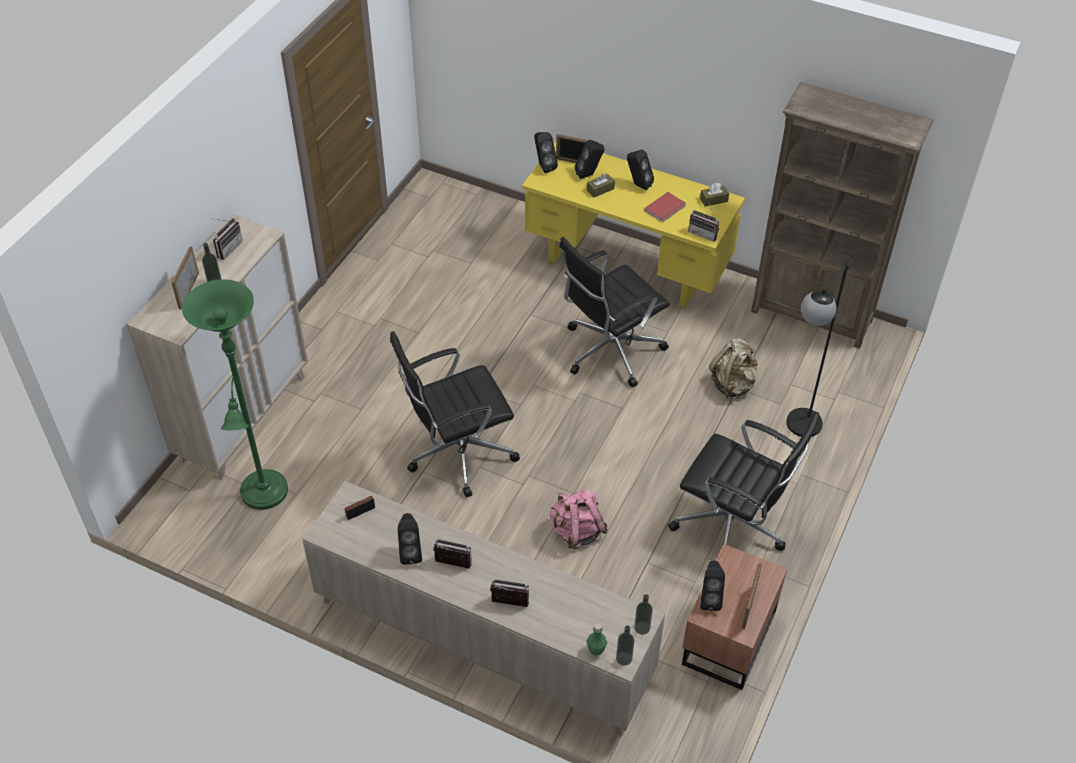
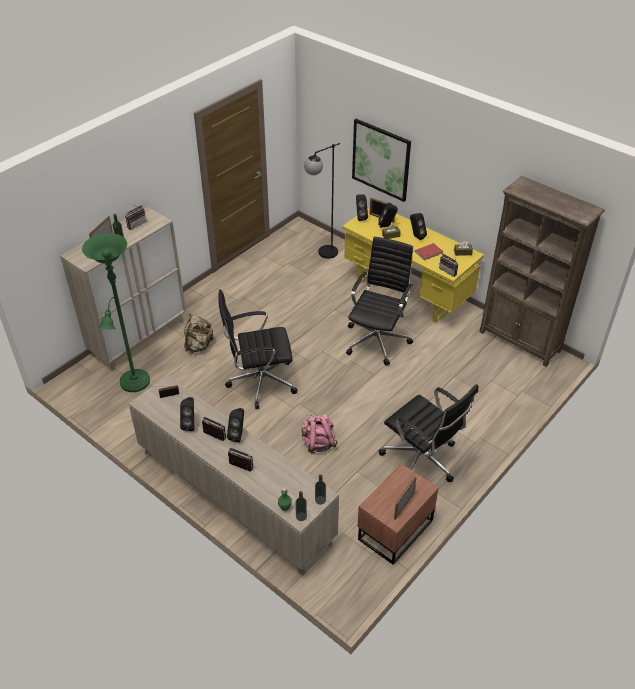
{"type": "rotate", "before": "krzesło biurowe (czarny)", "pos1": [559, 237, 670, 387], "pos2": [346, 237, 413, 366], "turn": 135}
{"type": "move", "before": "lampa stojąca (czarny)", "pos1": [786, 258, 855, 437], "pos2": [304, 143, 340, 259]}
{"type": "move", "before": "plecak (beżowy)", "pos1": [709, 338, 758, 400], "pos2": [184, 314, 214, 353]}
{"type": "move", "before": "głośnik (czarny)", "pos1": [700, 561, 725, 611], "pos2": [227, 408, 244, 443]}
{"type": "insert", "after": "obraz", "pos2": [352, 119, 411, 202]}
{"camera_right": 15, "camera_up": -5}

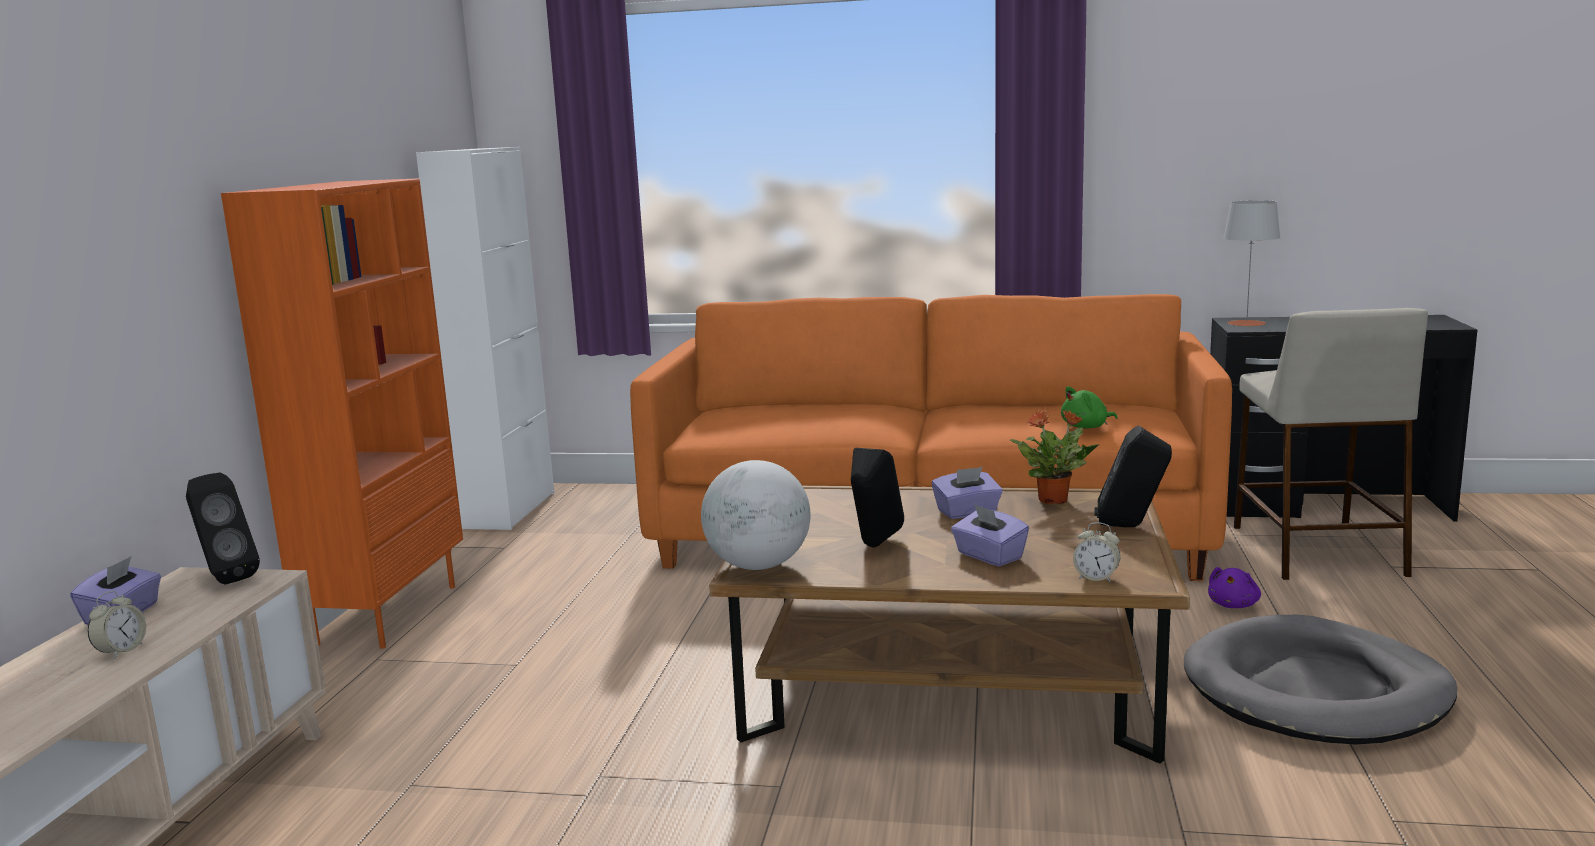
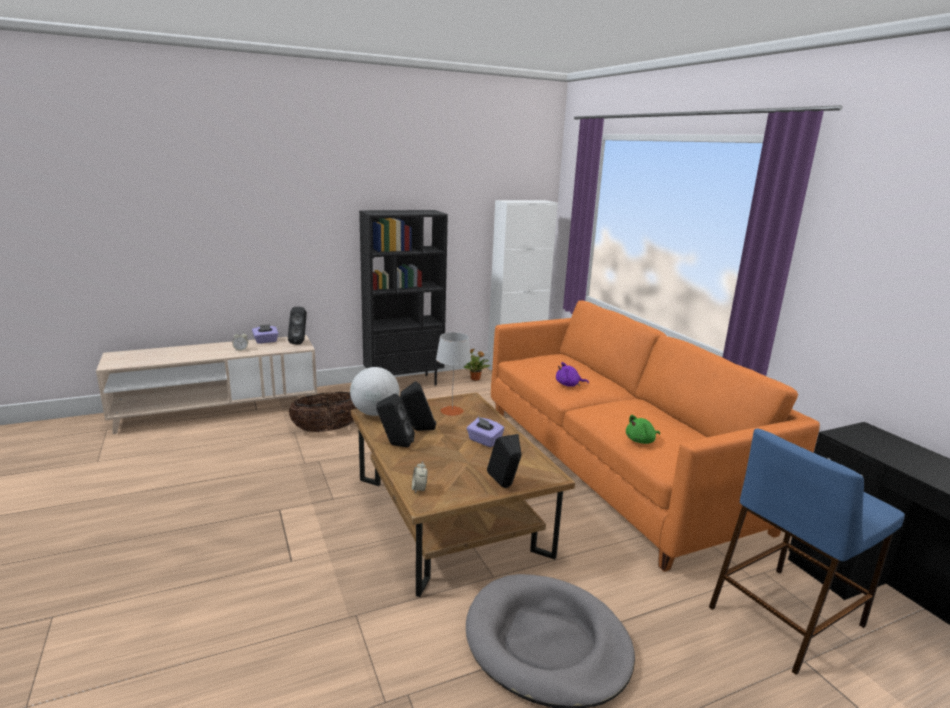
{"type": "recolor", "before": "regał (pomarańczowy)", "after": "regał (czarny)", "pos1": [221, 178, 463, 649], "pos2": [359, 210, 448, 386]}
{"type": "move", "before": "lampa stołowa (szary)", "pos1": [1223, 200, 1280, 326], "pos2": [436, 332, 471, 416]}
{"type": "recolor", "before": "stołek (beżowy)", "after": "stołek (niebieski)", "pos1": [1234, 308, 1428, 580], "pos2": [709, 429, 905, 675]}
{"type": "rotate", "before": "pluszak (zielony)", "pos1": [1061, 386, 1118, 428], "pos2": [626, 415, 660, 444], "turn": -60}
{"type": "move", "before": "roślina doniczkowa", "pos1": [1009, 410, 1100, 504], "pos2": [464, 348, 490, 381]}
{"type": "delete", "before": "pudełko chusteczek (fioletowy)", "pos1": [951, 504, 1029, 567]}
{"type": "move", "before": "pluszak (fioletowy)", "pos1": [1208, 567, 1261, 608], "pos2": [556, 362, 589, 387]}
{"type": "insert", "after": "koszyk", "pos2": [288, 392, 357, 432]}
{"type": "insert", "after": "głośnik (czarny)", "pos2": [376, 394, 415, 448]}
{"camera_right": 55, "camera_up": 5}

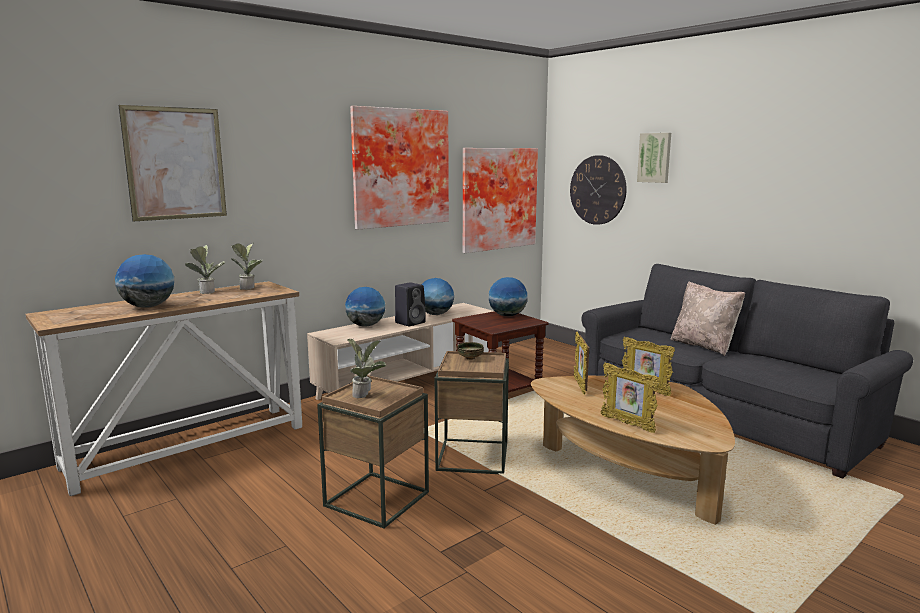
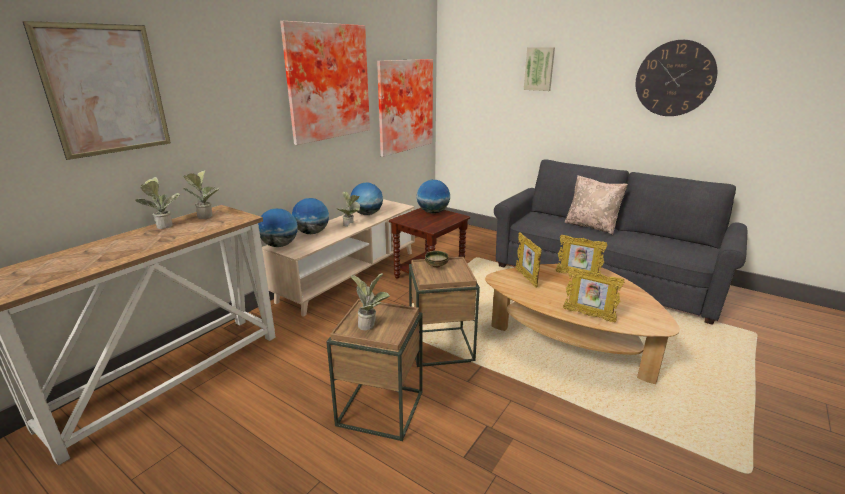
{"type": "move", "before": "zegar ścienny", "pos1": [570, 155, 627, 225], "pos2": [636, 40, 717, 116]}
{"type": "move", "before": "globus", "pos1": [115, 254, 174, 308], "pos2": [258, 208, 298, 247]}
{"type": "replace", "before": "głośnik (czarny)", "after": "roślina doniczkowa", "pos1": [395, 282, 426, 326], "pos2": [337, 191, 360, 227]}
{"camera_right": -15, "camera_up": 10}

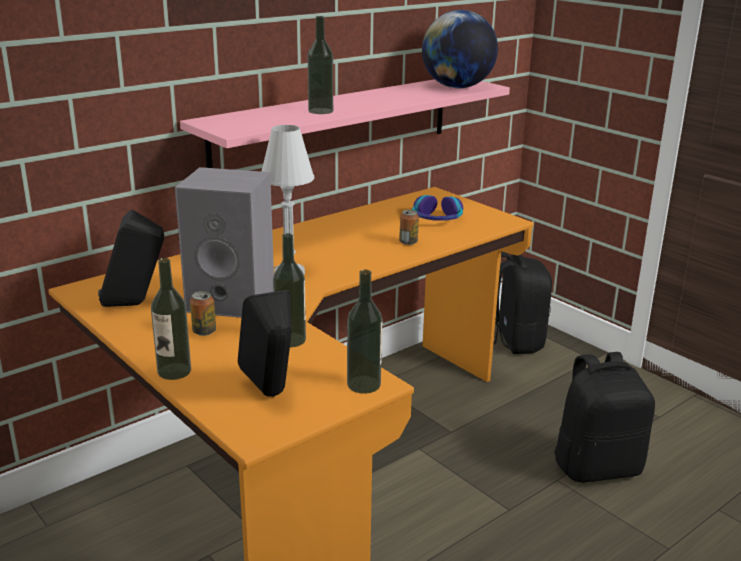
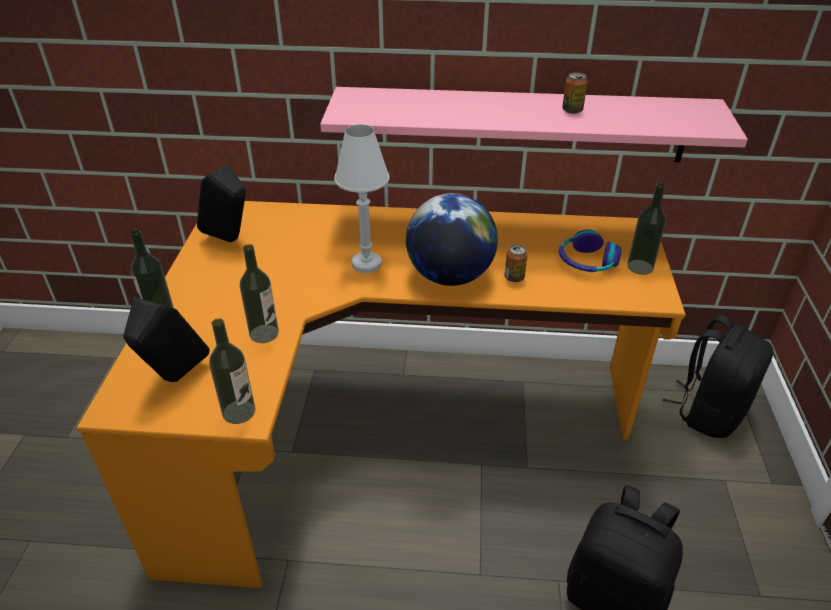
{"type": "move", "before": "globus", "pos1": [422, 10, 498, 88], "pos2": [406, 193, 498, 286]}
{"type": "move", "before": "butelka", "pos1": [308, 16, 333, 114], "pos2": [627, 182, 666, 275]}
{"type": "delete", "before": "głośnik (szary)", "pos1": [175, 167, 274, 318]}
{"type": "move", "before": "puszka", "pos1": [190, 291, 216, 336], "pos2": [562, 72, 587, 114]}
{"camera_right": 45, "camera_up": 15}

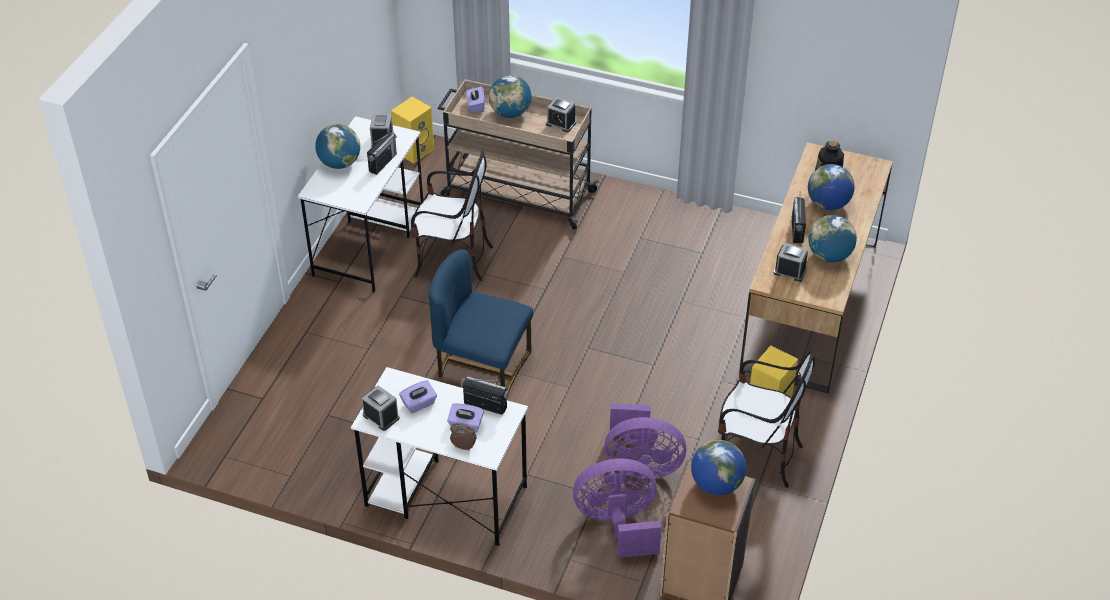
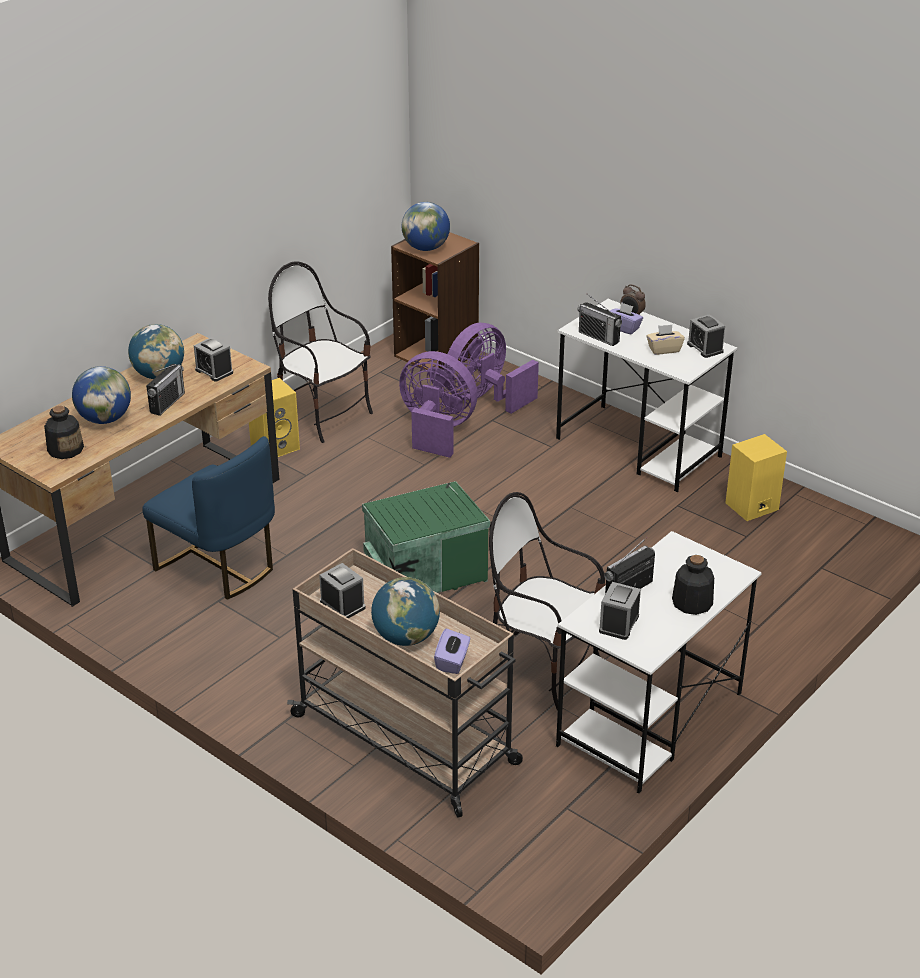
{"type": "move", "before": "głośnik (żółty)", "pos1": [391, 97, 434, 164], "pos2": [725, 434, 787, 521]}
{"type": "replace", "before": "globus", "after": "butelka", "pos1": [315, 124, 360, 169], "pos2": [672, 555, 714, 615]}
{"type": "move", "before": "krzesło (niebieski)", "pos1": [429, 249, 533, 391], "pos2": [142, 436, 275, 600]}
{"type": "recolor", "before": "pudełko chusteczek (fioletowy)", "after": "pudełko chusteczek (beżowy)", "pos1": [399, 380, 437, 413], "pos2": [646, 325, 685, 355]}
{"type": "rotate", "before": "wentylator (fioletowy)", "pos1": [573, 458, 662, 558], "pos2": [444, 323, 539, 414], "turn": 120}
{"type": "insert", "after": "pojemnik do przechowywania (zielony)", "pos2": [362, 481, 490, 593]}
{"camera_right": -160, "camera_up": -10}

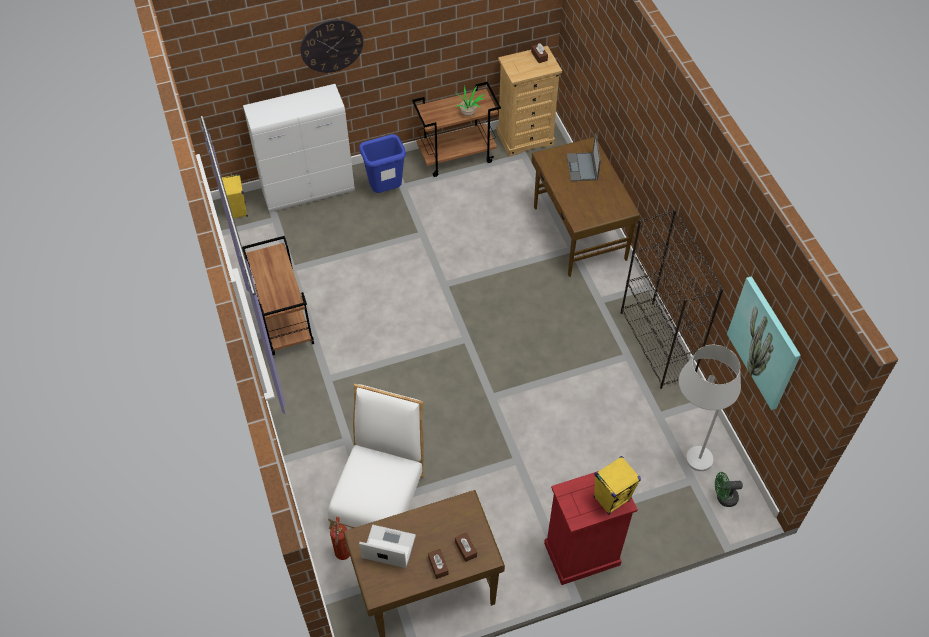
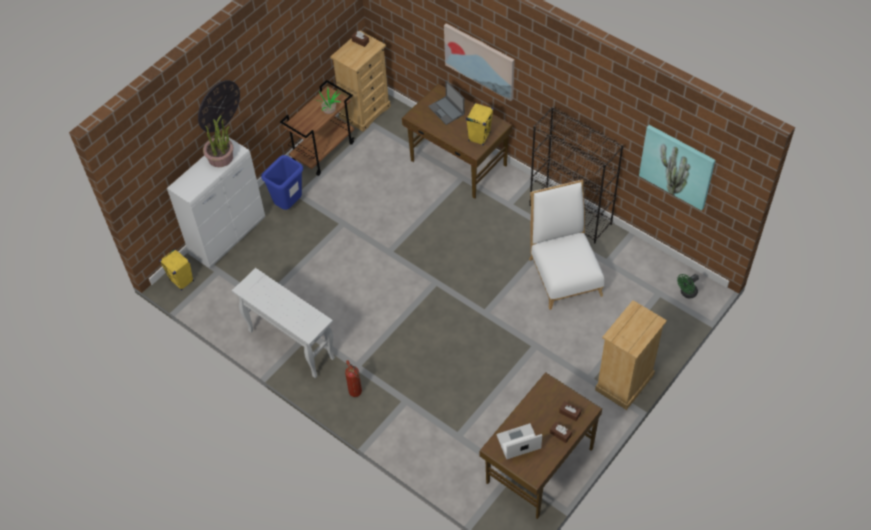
{"type": "replace", "before": "wózek (brązowy)", "after": "stolik konsolowy (biały)", "pos1": [242, 236, 314, 355], "pos2": [232, 268, 335, 378]}
{"type": "delete", "before": "lampa stojąca (biały)", "pos1": [679, 345, 741, 471]}
{"type": "move", "before": "krzesło (biały)", "pos1": [328, 384, 425, 529], "pos2": [529, 180, 604, 310]}
{"type": "move", "before": "głośnik (żółty)", "pos1": [593, 456, 641, 515], "pos2": [466, 103, 493, 145]}
{"type": "recolor", "before": "komoda (czerwony)", "after": "komoda (beżowy)", "pos1": [544, 471, 638, 585], "pos2": [595, 300, 667, 410]}
{"type": "move", "before": "gaśnica", "pos1": [330, 517, 350, 560], "pos2": [345, 360, 362, 397]}
{"type": "insert", "after": "obraz", "pos2": [444, 23, 515, 101]}
{"type": "insert", "after": "roślina doniczkowa", "pos2": [203, 115, 233, 167]}
{"camera_right": -30, "camera_up": 0}

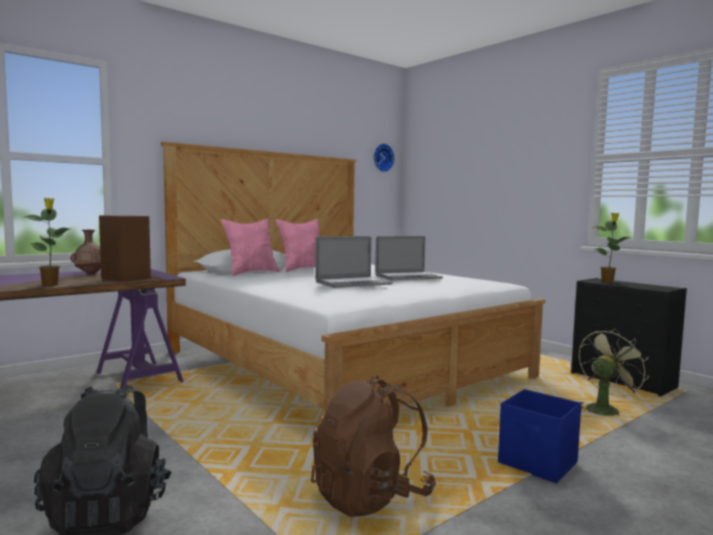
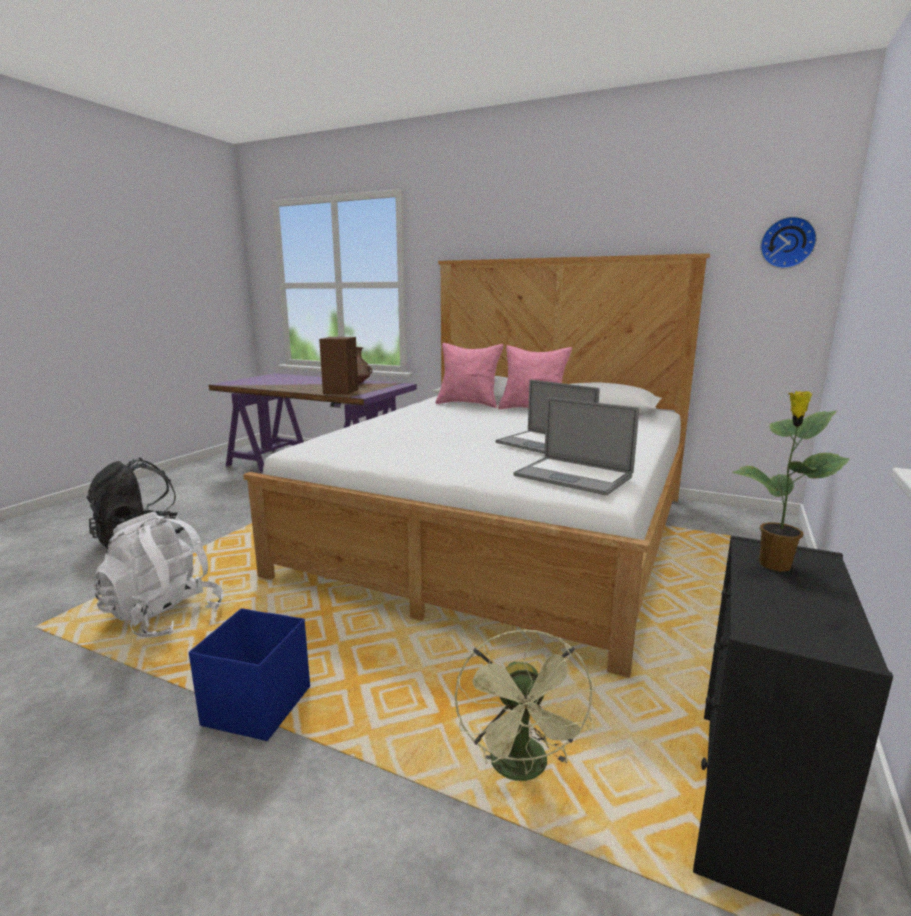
{"type": "delete", "before": "roślina doniczkowa", "pos1": [22, 198, 70, 286]}
{"type": "move", "before": "laptop", "pos1": [315, 236, 392, 288], "pos2": [513, 397, 639, 495]}
{"type": "rotate", "before": "wentylator (zielony)", "pos1": [579, 329, 649, 416], "pos2": [455, 629, 595, 781], "turn": 60}
{"type": "recolor", "before": "plecak (brązowy)", "after": "plecak (biały)", "pos1": [311, 376, 436, 517], "pos2": [94, 512, 224, 637]}
{"camera_right": 65, "camera_up": 10}

